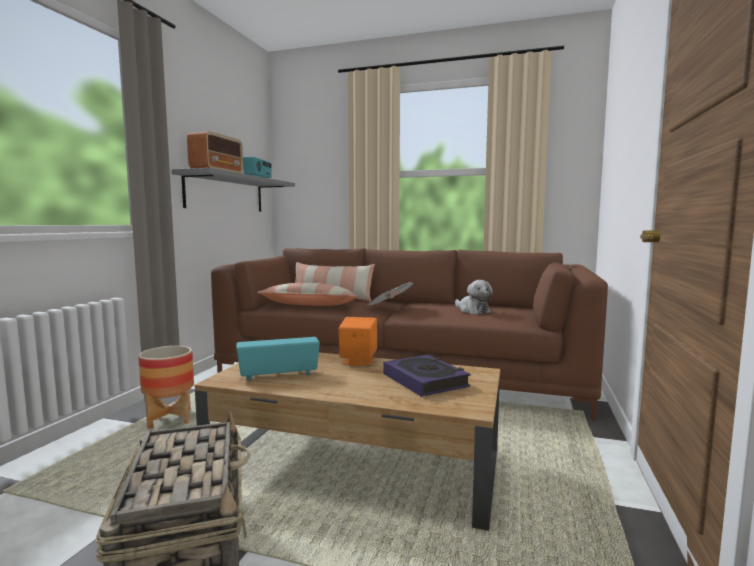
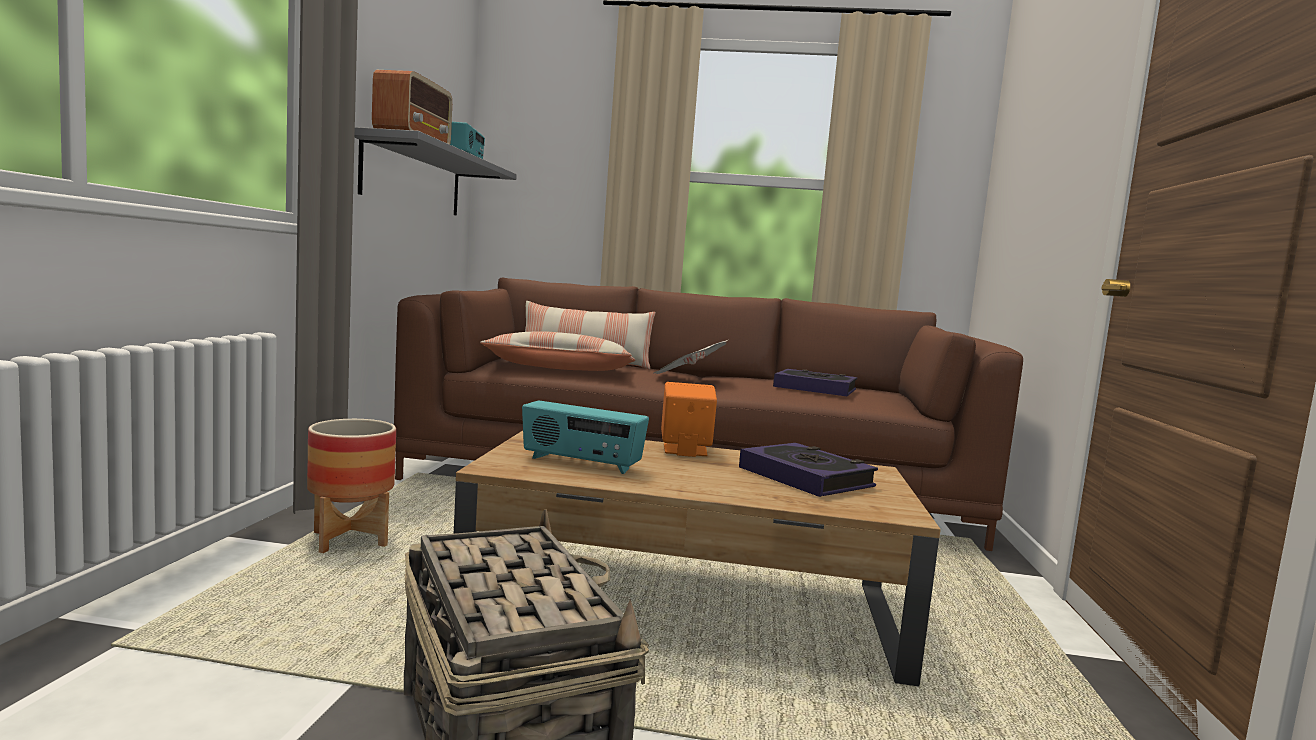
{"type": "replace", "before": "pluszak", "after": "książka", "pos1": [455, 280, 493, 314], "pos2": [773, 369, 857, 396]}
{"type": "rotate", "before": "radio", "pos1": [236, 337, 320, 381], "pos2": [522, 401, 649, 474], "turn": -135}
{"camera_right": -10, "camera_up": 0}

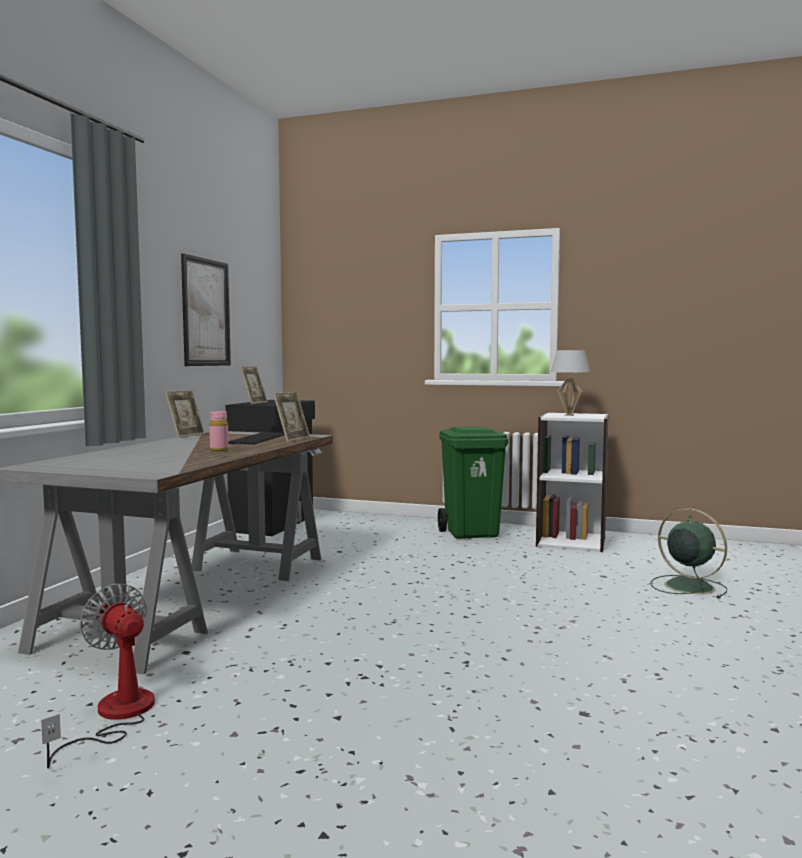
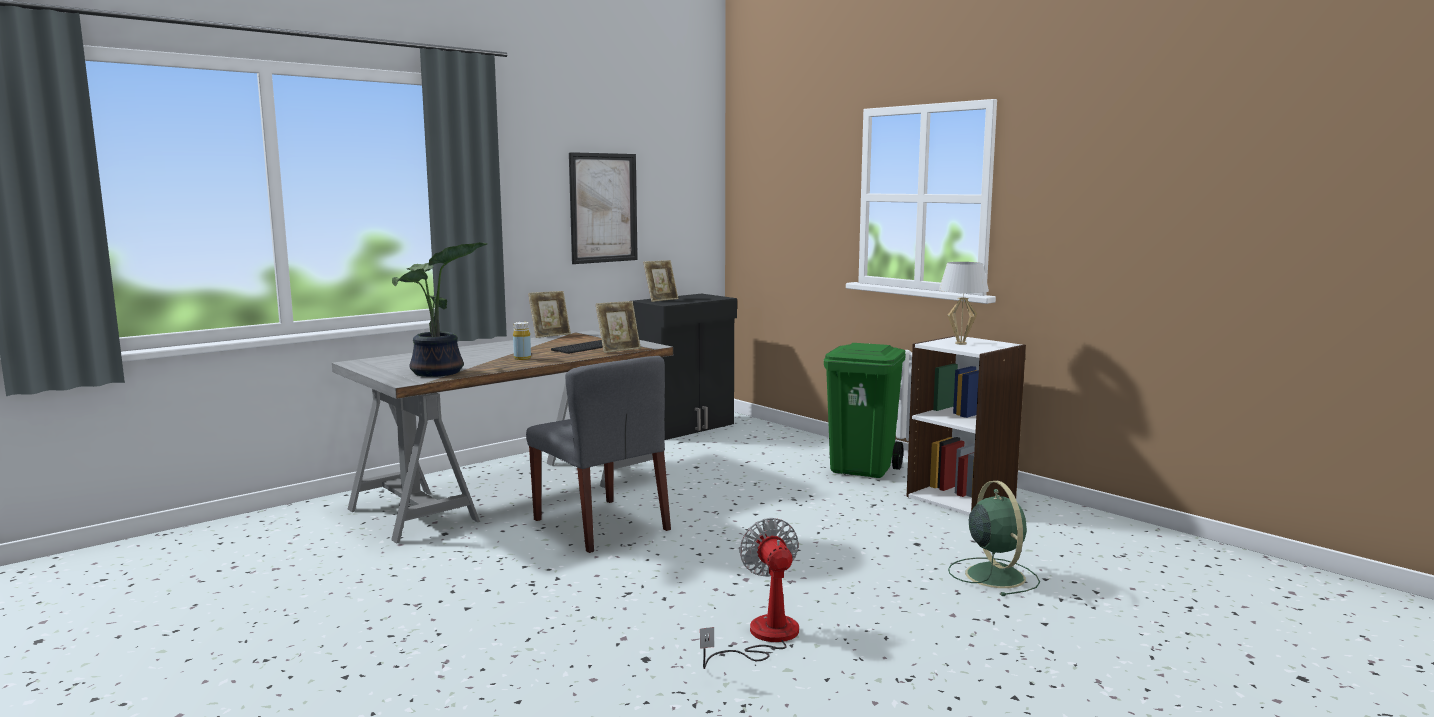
{"type": "recolor", "before": "butelka (różowy)", "after": "butelka (żółty)", "pos1": [209, 411, 229, 451], "pos2": [513, 322, 531, 360]}
{"type": "move", "before": "wentylator", "pos1": [41, 584, 155, 769], "pos2": [700, 518, 799, 669]}
{"type": "insert", "after": "roślina doniczkowa", "pos2": [392, 242, 487, 377]}
{"type": "insert", "after": "krzesło (szary)", "pos2": [526, 356, 671, 553]}
{"camera_right": 30, "camera_up": 5}

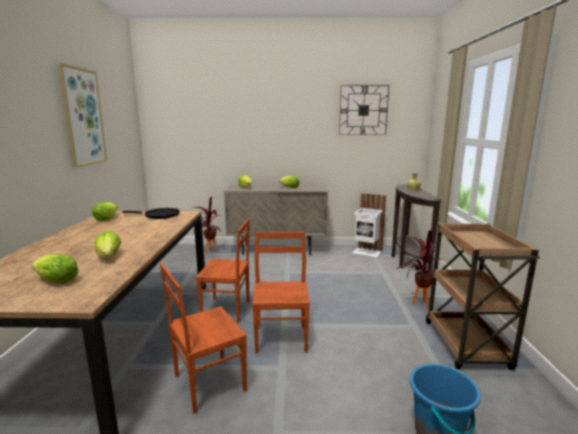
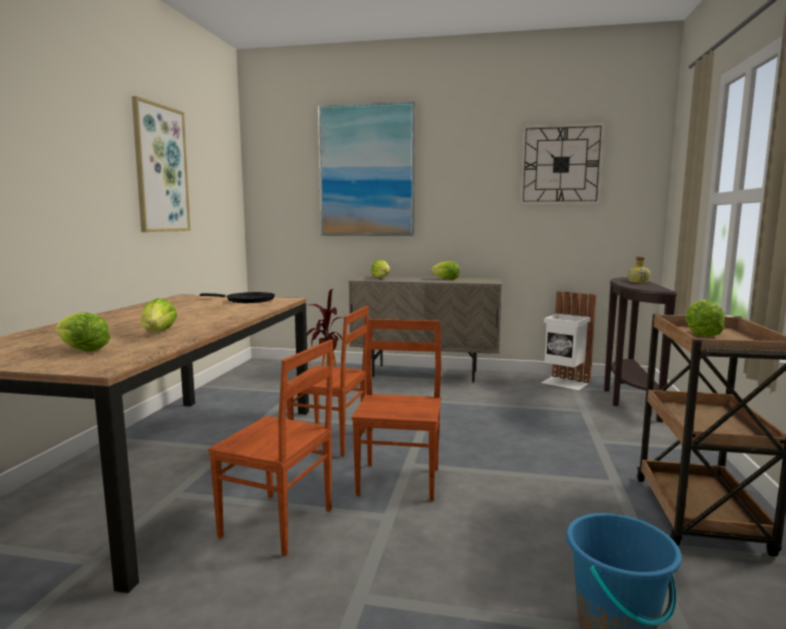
{"type": "move", "before": "sałata", "pos1": [92, 202, 118, 221], "pos2": [685, 300, 725, 337]}
{"type": "delete", "before": "roślina doniczkowa", "pos1": [397, 230, 442, 308]}
{"type": "rotate", "before": "krzesło (brązowy)", "pos1": [160, 263, 247, 414], "pos2": [208, 340, 333, 556], "turn": -135}
{"type": "insert", "after": "obraz", "pos2": [318, 101, 415, 236]}
{"camera_right": 10, "camera_up": -5}

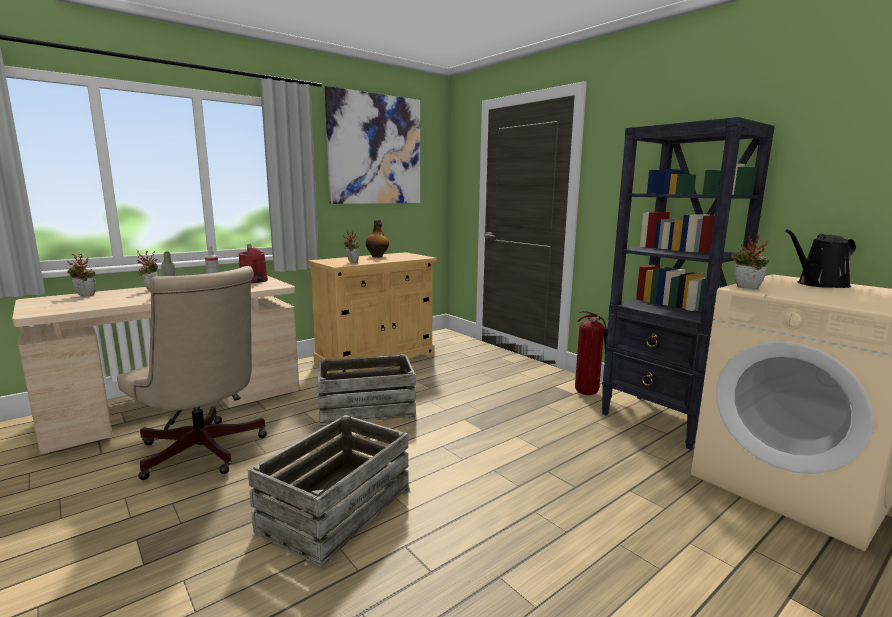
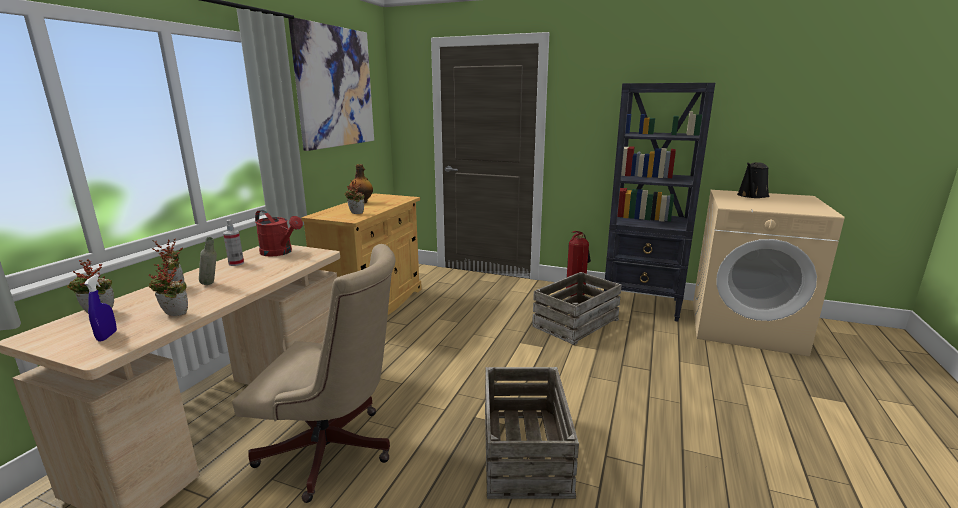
{"type": "move", "before": "roślina doniczkowa", "pos1": [732, 234, 770, 289], "pos2": [149, 260, 188, 316]}
{"type": "move", "before": "skrzynka", "pos1": [317, 354, 416, 428], "pos2": [532, 272, 622, 345]}
{"type": "insert", "after": "spryskiwacz (niebieski)", "pos2": [84, 274, 117, 341]}
{"camera_right": -30, "camera_up": 5}

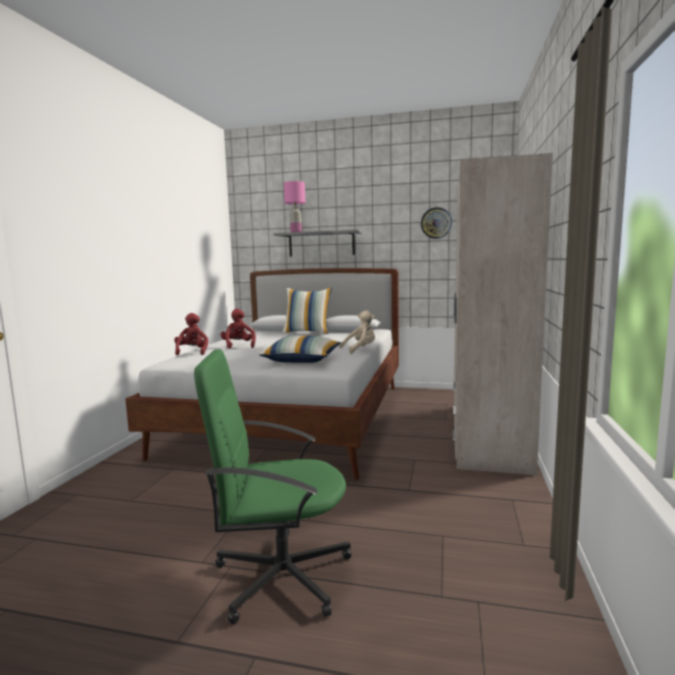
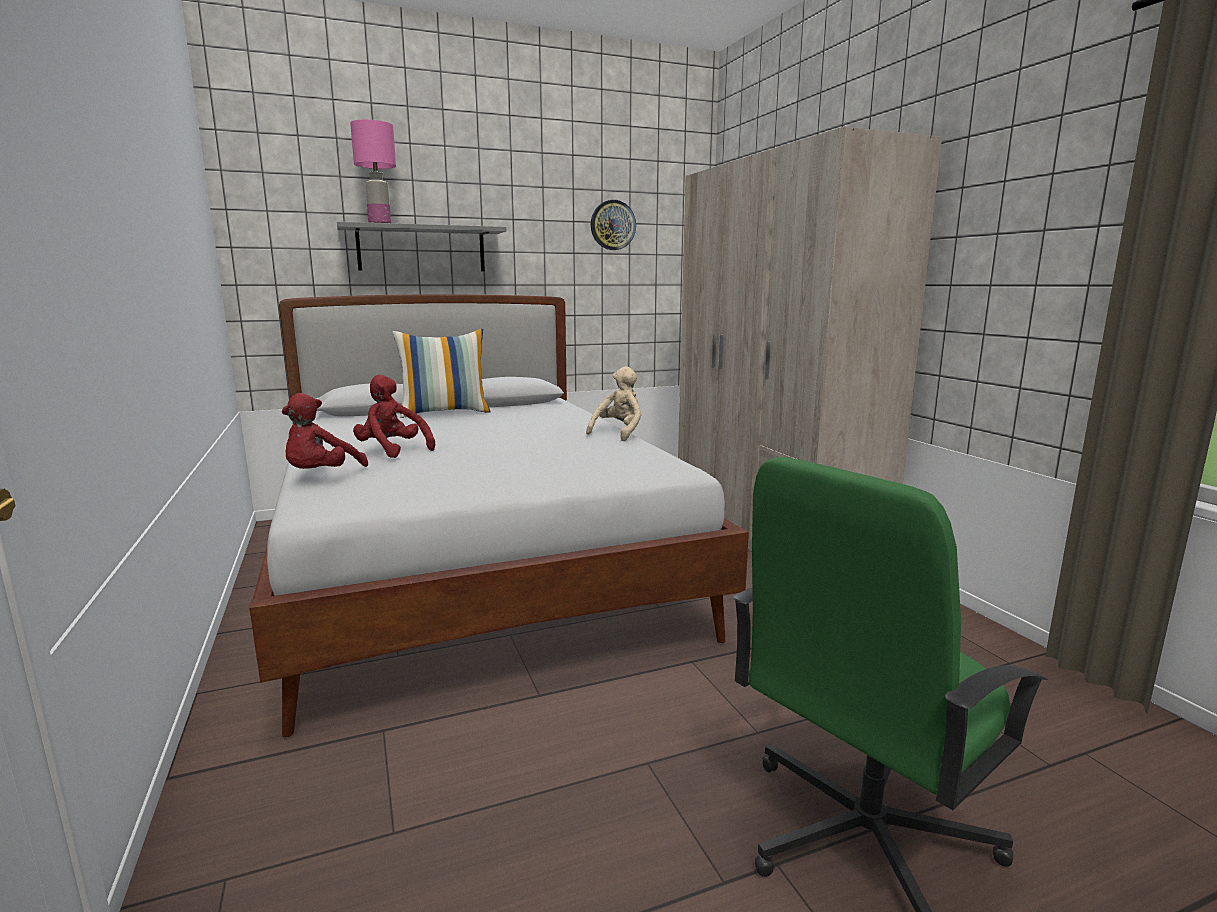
{"type": "rotate", "before": "pluszak (czerwony)", "pos1": [174, 313, 208, 355], "pos2": [282, 393, 368, 469], "turn": -120}
{"type": "delete", "before": "poduszka", "pos1": [258, 335, 341, 363]}
{"camera_right": -35, "camera_up": 5}

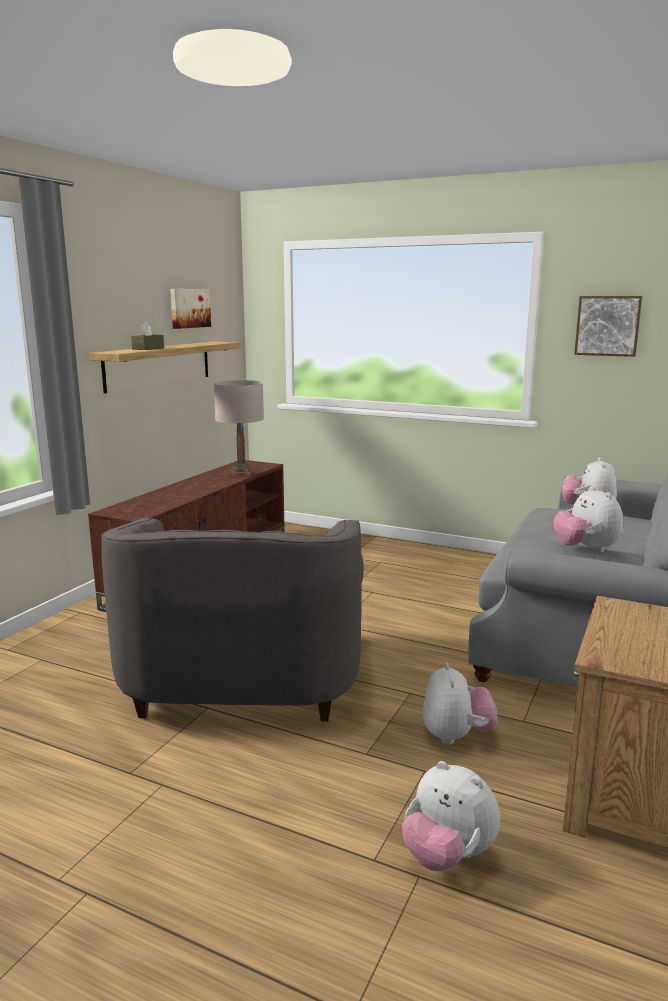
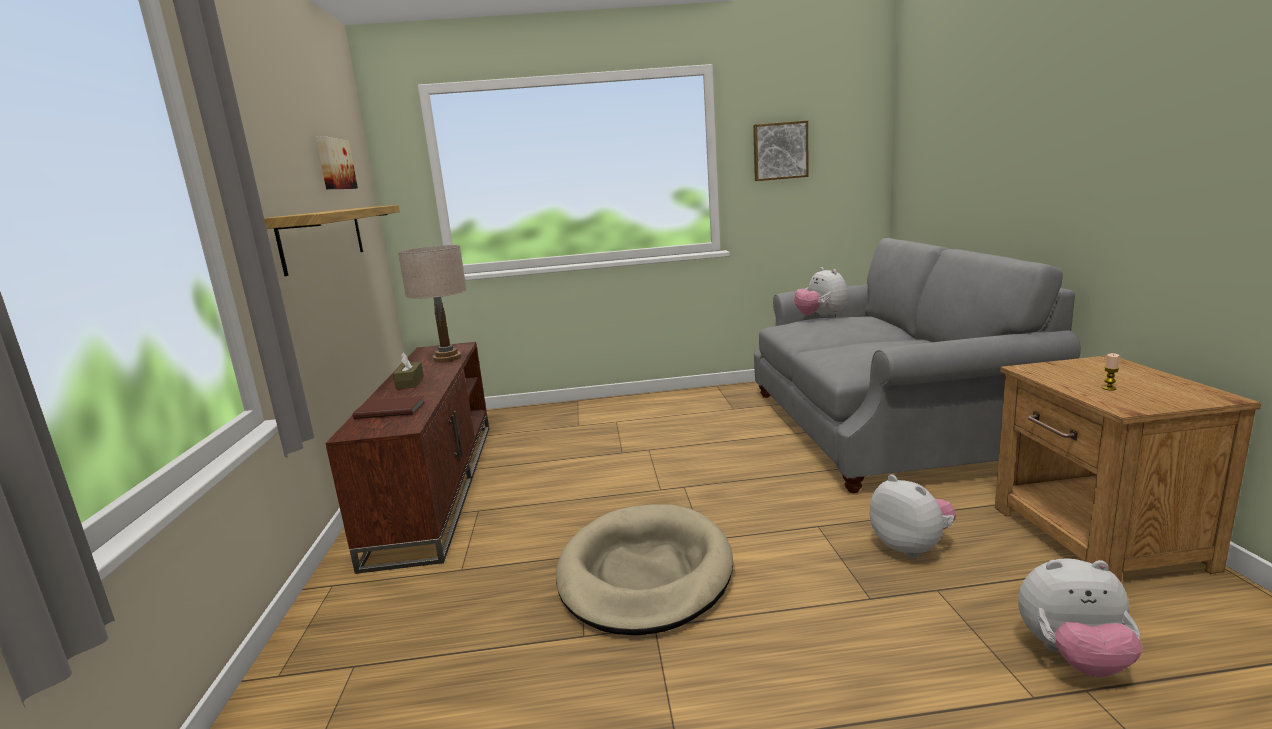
{"type": "move", "before": "pudełko chusteczek (brązowy)", "pos1": [131, 322, 164, 350], "pos2": [393, 353, 424, 390]}
{"type": "delete", "before": "pluszak", "pos1": [554, 486, 623, 553]}
{"type": "replace", "before": "fotel (szary)", "after": "legowisko (beżowy)", "pos1": [101, 518, 364, 722], "pos2": [556, 504, 733, 635]}
{"type": "insert", "after": "świeca", "pos2": [1102, 353, 1119, 391]}
{"type": "insert", "after": "książka (brązowy)", "pos2": [353, 396, 425, 419]}
{"camera_right": -30, "camera_up": 0}

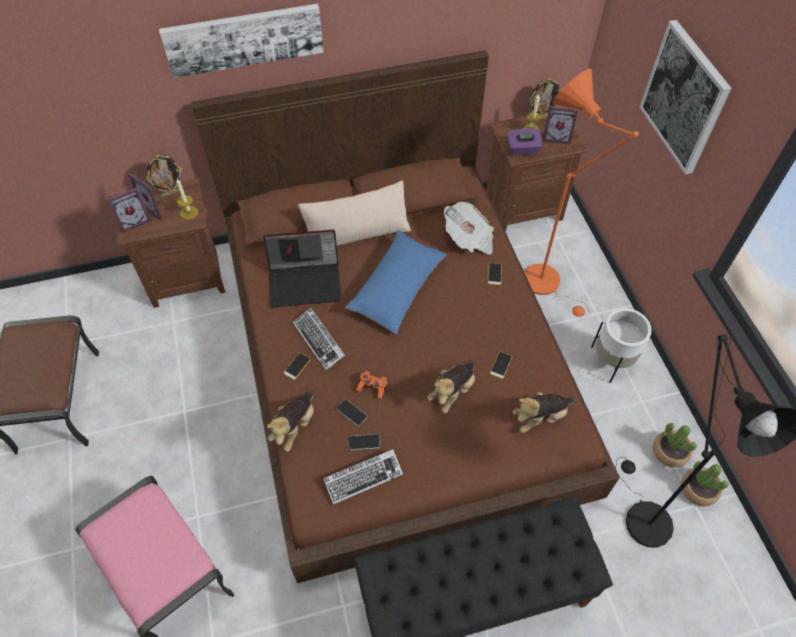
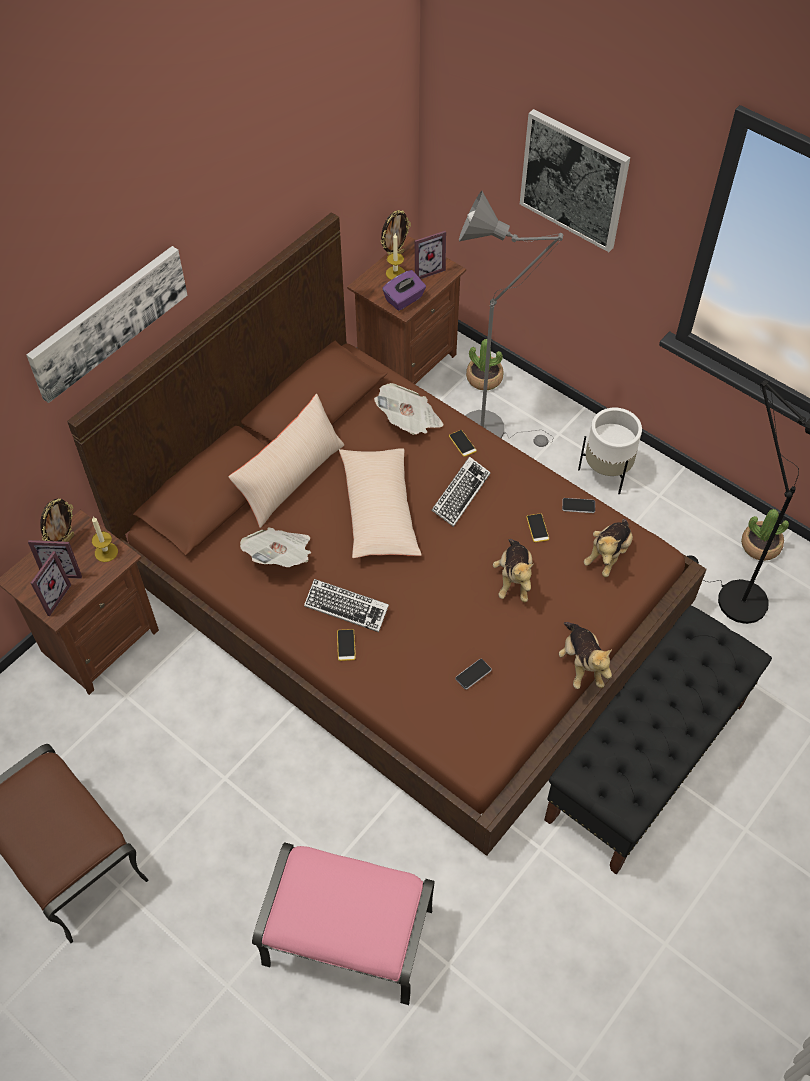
{"type": "recolor", "before": "lampa stojąca (pomarańczowy)", "after": "lampa stojąca (szary)", "pos1": [524, 69, 639, 317], "pos2": [459, 191, 563, 447]}
{"type": "replace", "before": "laptop", "after": "gazeta", "pos1": [263, 230, 341, 307], "pos2": [240, 527, 311, 567]}
{"type": "recolor", "before": "poduszka (niebieski)", "after": "poduszka (beżowy)", "pos1": [345, 230, 447, 335], "pos2": [339, 448, 421, 558]}
{"type": "delete", "before": "pad do gier (pomarańczowy)", "pos1": [356, 371, 387, 399]}
{"type": "move", "before": "pluszak", "pos1": [267, 390, 314, 452], "pos2": [559, 622, 612, 689]}
{"type": "move", "before": "telefon", "pos1": [336, 399, 368, 426], "pos2": [562, 498, 595, 513]}
{"type": "move", "before": "roślina doniczkowa", "pos1": [653, 423, 697, 468], "pos2": [466, 339, 504, 390]}
{"type": "move", "before": "klawiatura", "pos1": [323, 449, 403, 505], "pos2": [432, 456, 490, 527]}
{"camera_right": -35, "camera_up": 0}

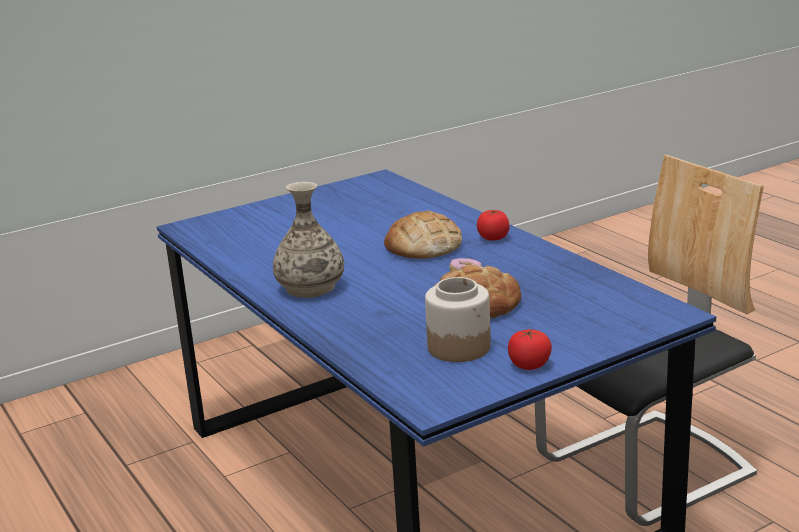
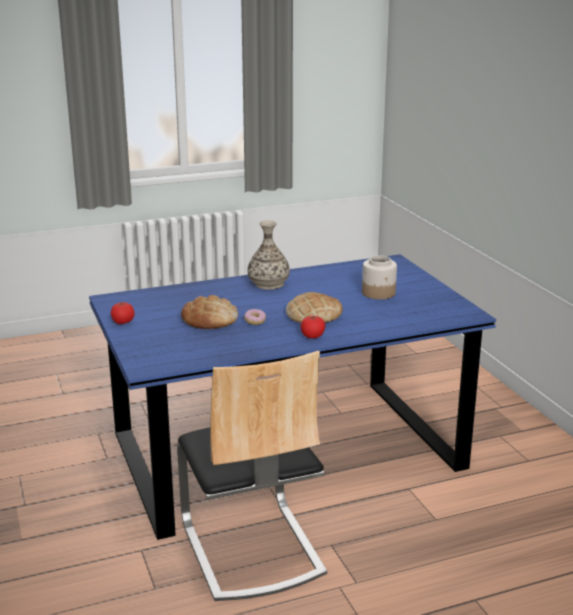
{"type": "move", "before": "słoik", "pos1": [425, 277, 491, 362], "pos2": [362, 255, 397, 300]}
{"camera_right": 100, "camera_up": 0}

